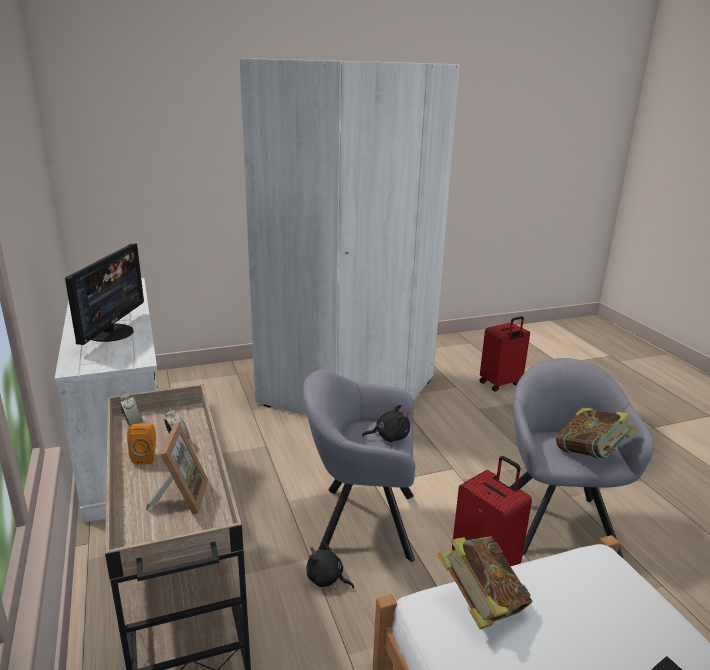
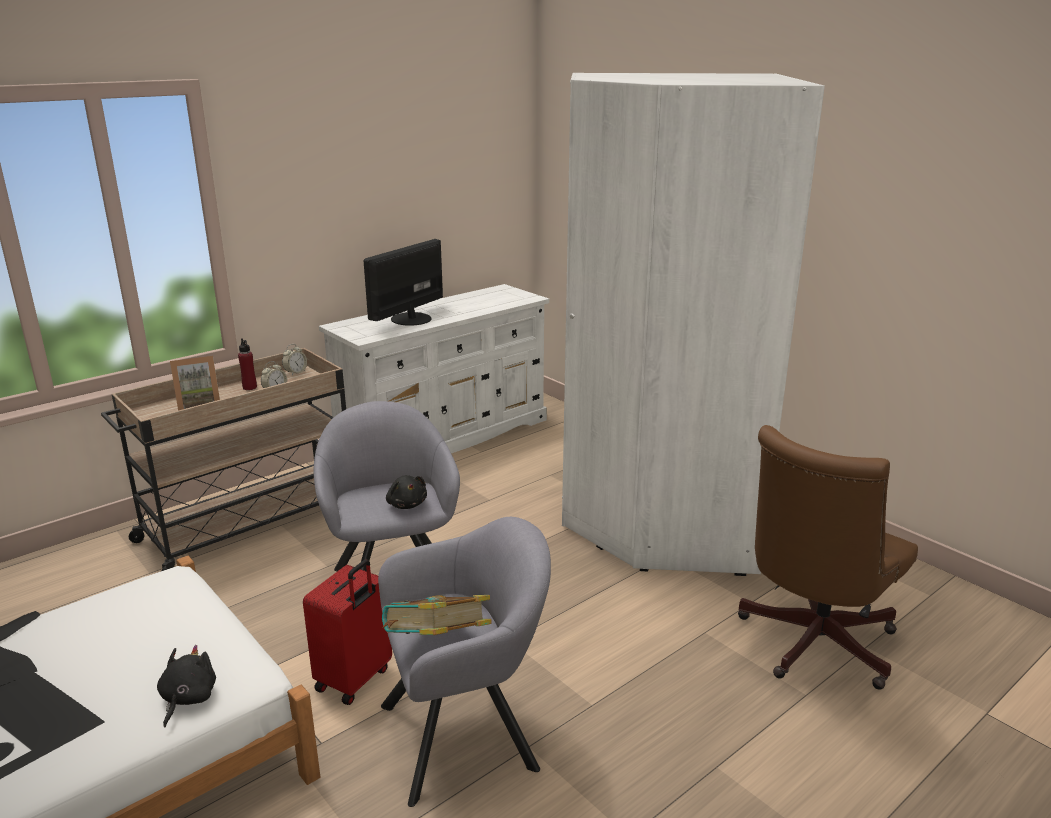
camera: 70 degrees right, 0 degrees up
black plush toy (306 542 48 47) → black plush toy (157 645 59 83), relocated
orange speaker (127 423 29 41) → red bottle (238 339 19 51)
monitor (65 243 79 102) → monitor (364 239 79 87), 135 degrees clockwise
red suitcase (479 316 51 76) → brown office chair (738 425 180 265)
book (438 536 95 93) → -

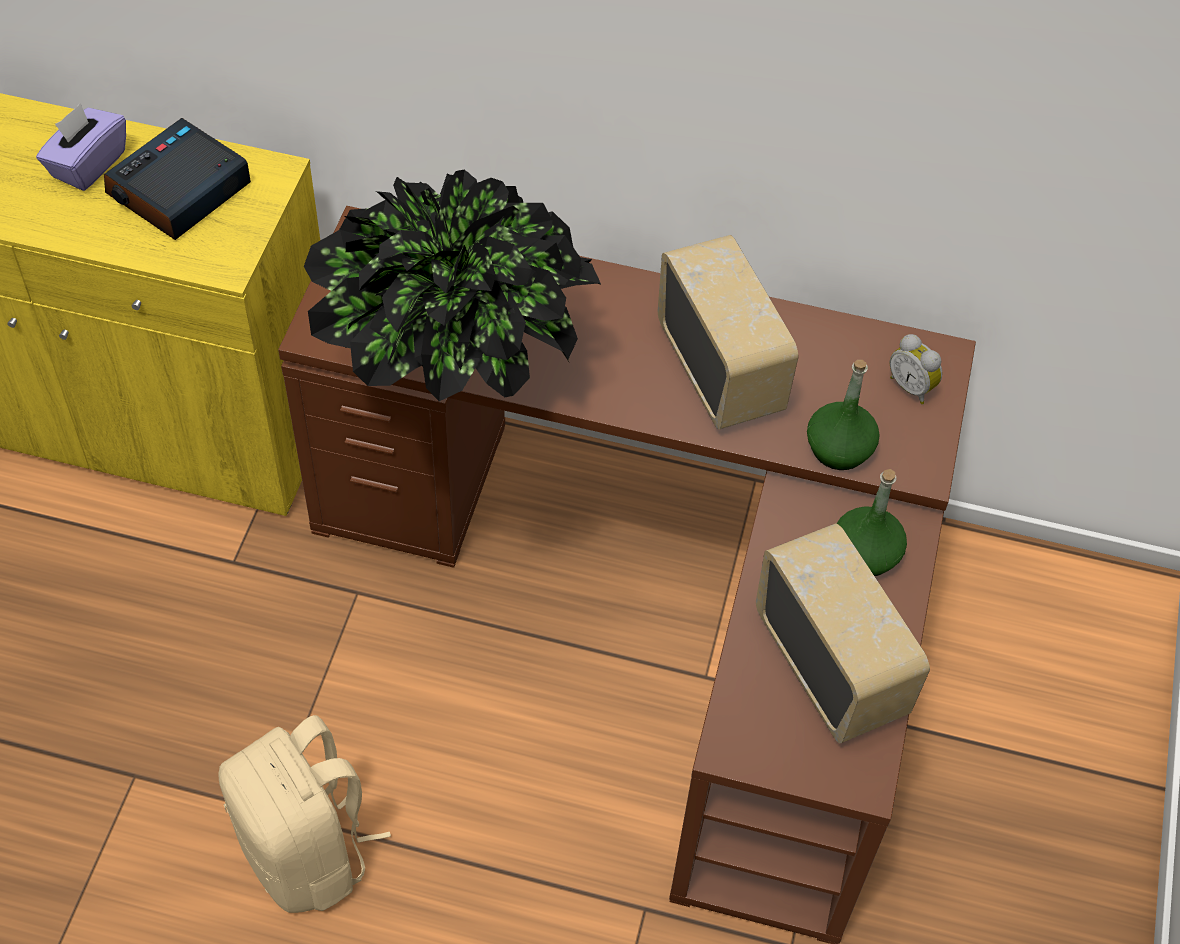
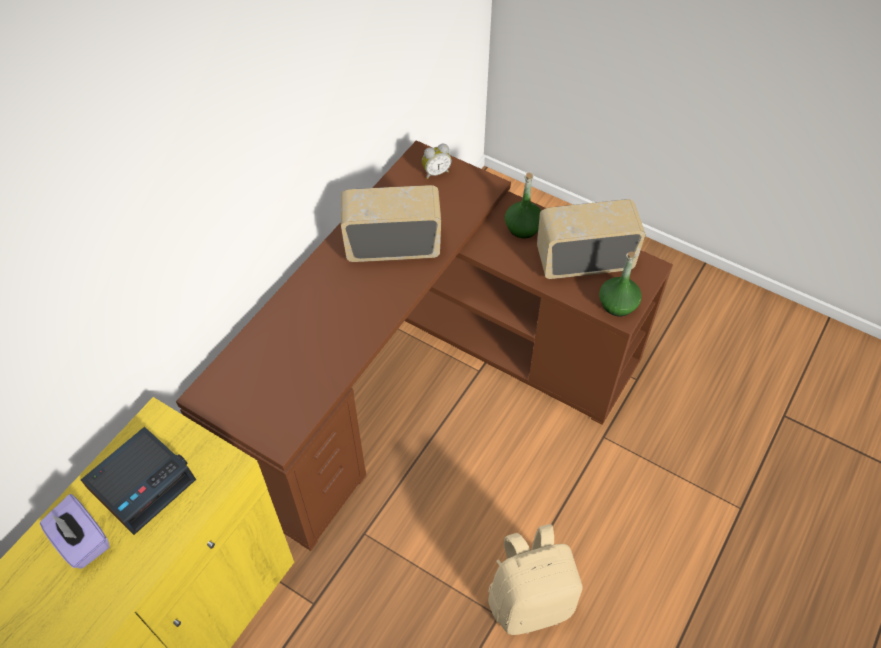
camera: 70 degrees left, 0 degrees up
alarm clock (104 118 147 122) → alarm clock (81 427 115 108), 105 degrees counterclockwise
green bottle (807 360 73 110) → green bottle (599 251 43 65), relocated
potted plant (304 169 297 232) → -

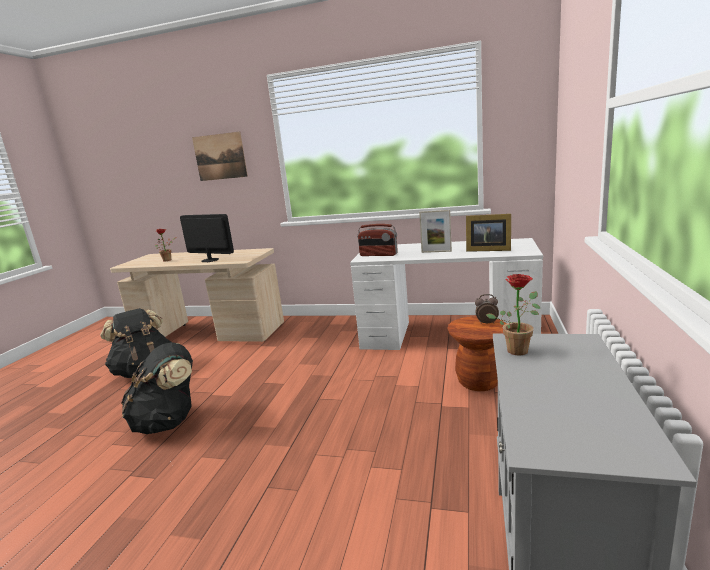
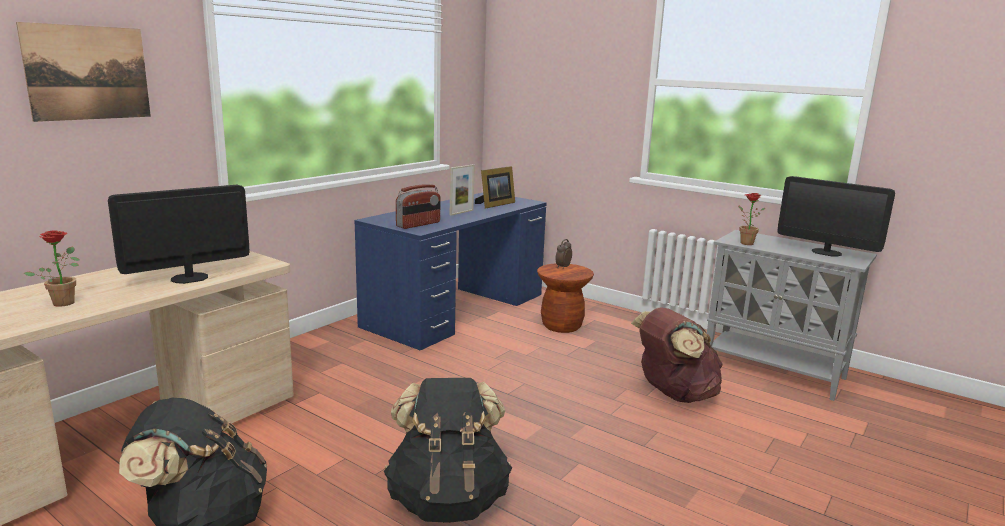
camera: 70 degrees left, 0 degrees up
white desk (350 238 193 112) → blue desk (354 193 193 157)
- → brown backpack (631 308 92 95)
- → monitor (777 176 118 80)

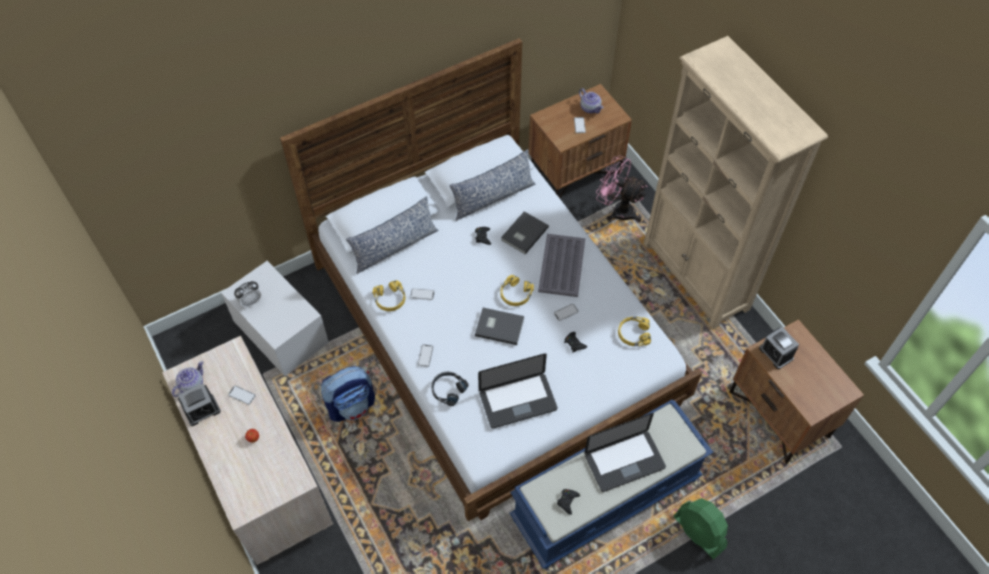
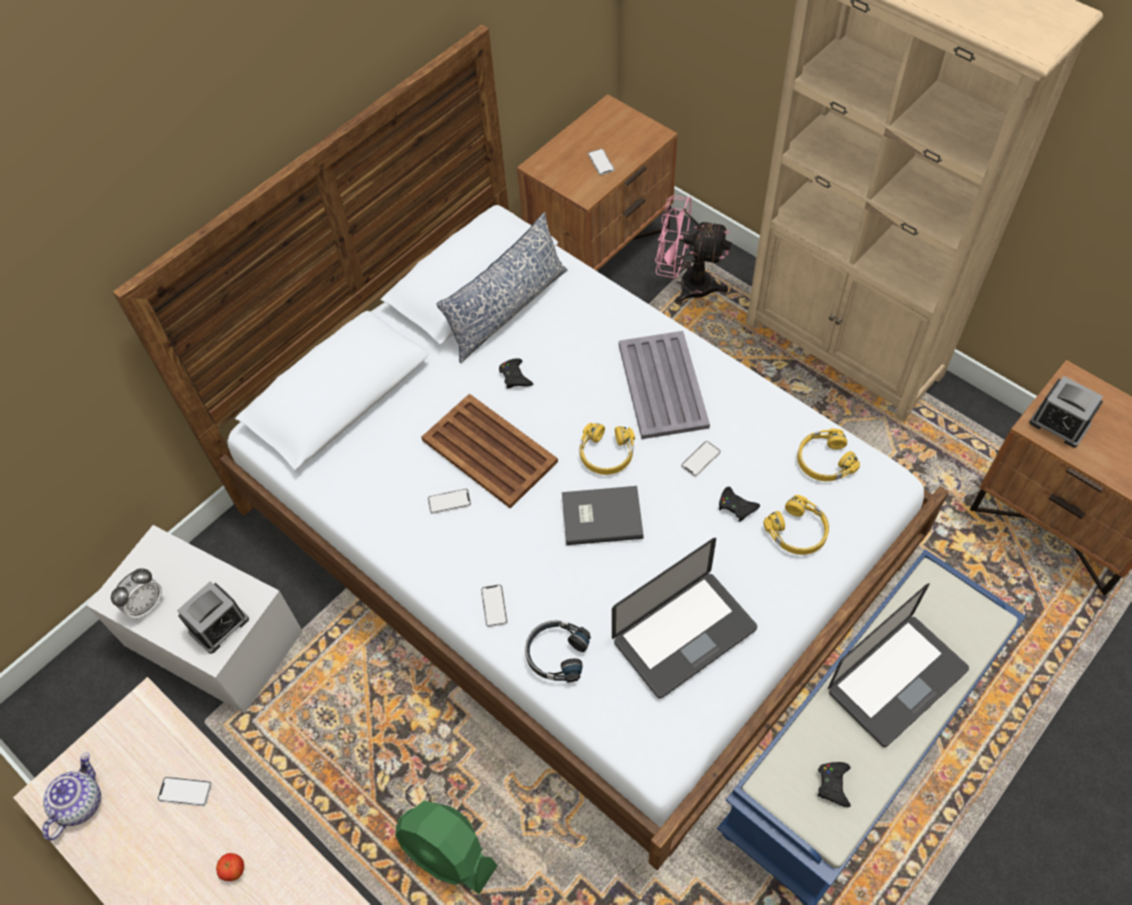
camera: 15 degrees left, 0 degrees up
alarm clock (178 383 43 43) → alarm clock (177 581 72 73), relocated
green fan (673 498 55 61) → green fan (395 801 103 93), relocated
- → brown tray (421 394 137 114)
yellow headphones (373 280 32 31) → yellow headphones (763 495 66 60), relocated
backpack (321 366 54 56) → -
pillow (346 196 92 78) → -
grey book (501 211 48 43) → -
teapot (579 88 25 25) → -

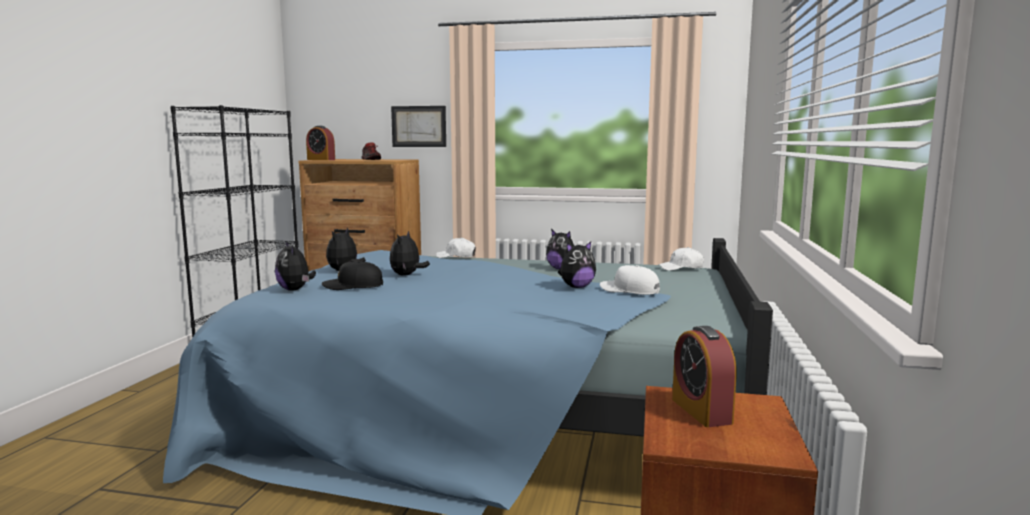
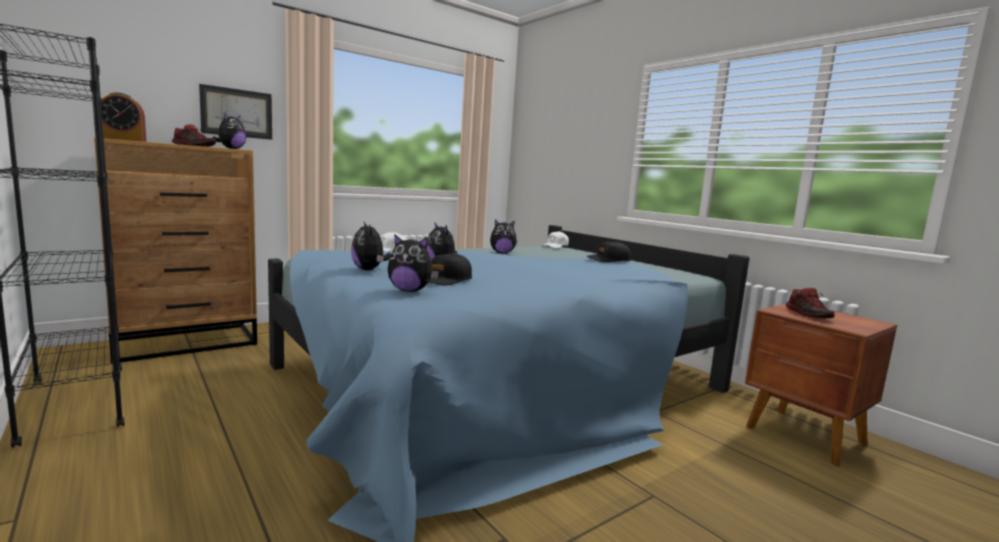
camera: 50 degrees left, 0 degrees up
plush toy (558 241 38 47) → plush toy (213 113 33 36), relocated
white cap (600 265 60 30) → black cap (586 241 46 21)
alarm clock (672 326 65 101) → shoe (786 288 49 30)

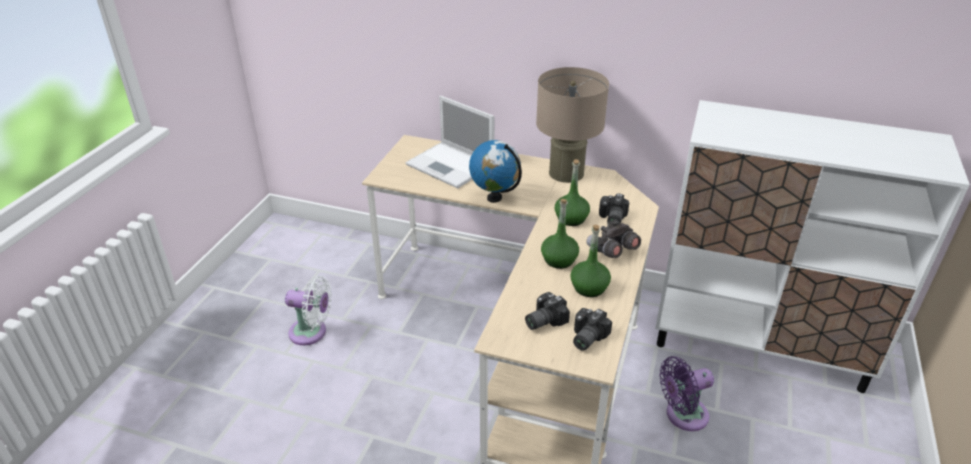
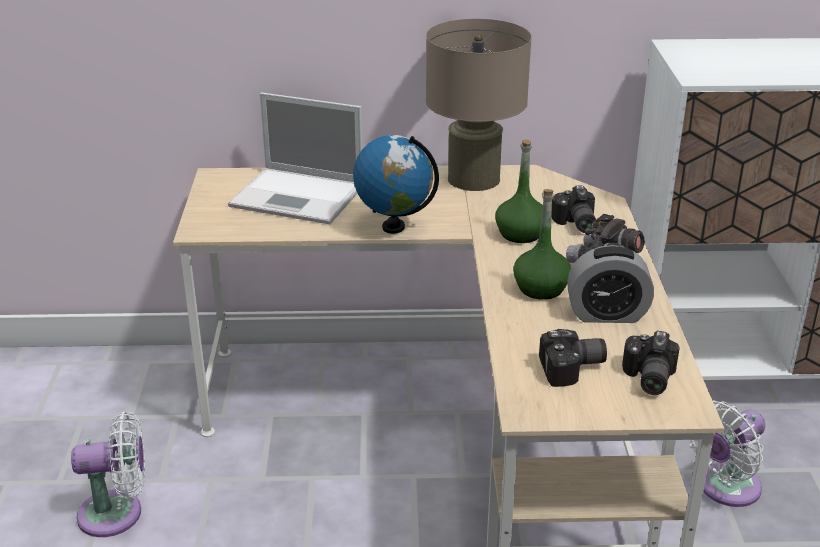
camera: 20 degrees left, 5 degrees down
photo camera (525 292 45 38) → photo camera (539 329 68 58), 135 degrees counterclockwise
green bottle (570 225 41 72) → alarm clock (567 245 87 78)
purple fan (659 356 55 75) → white fan (689 400 76 107)

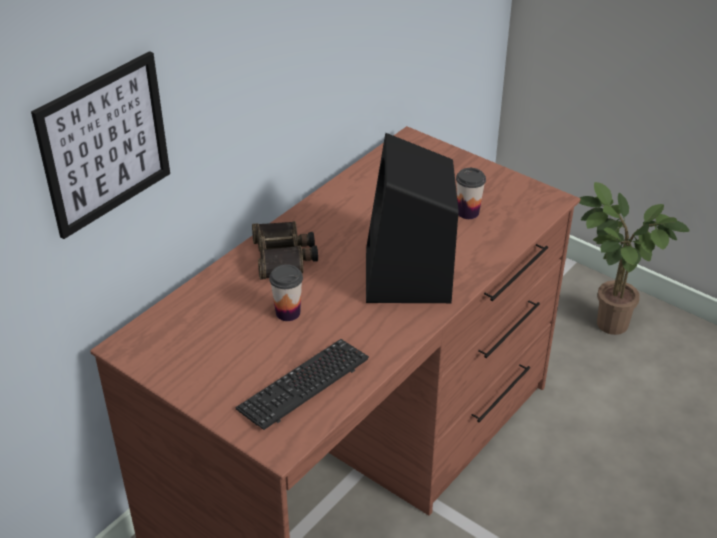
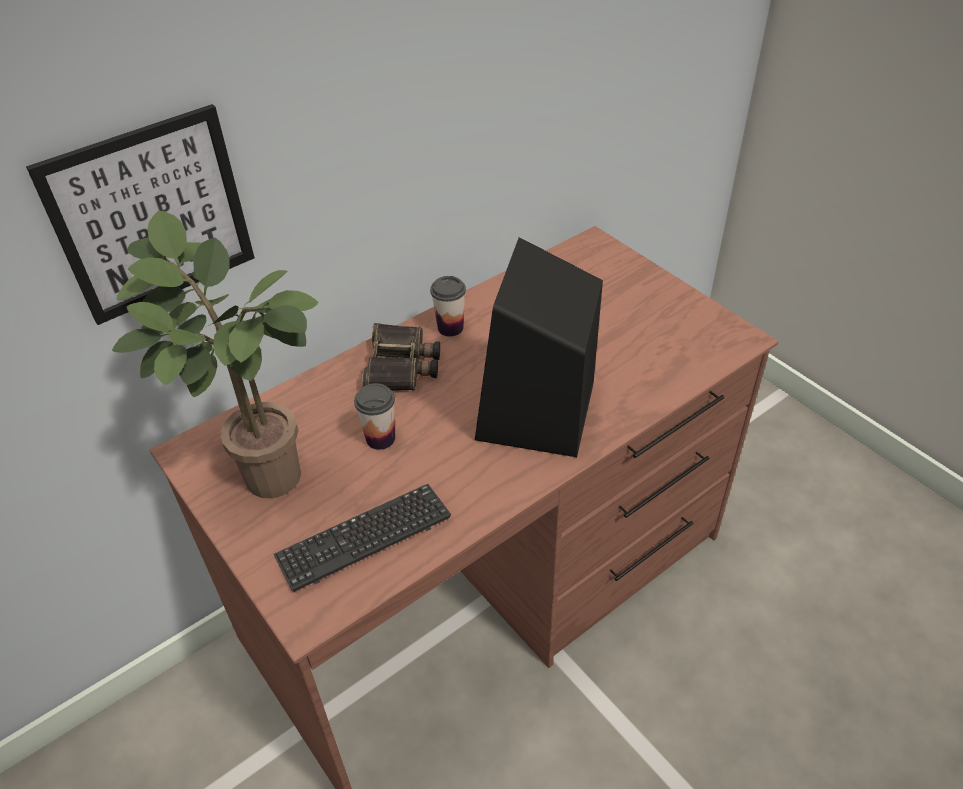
camera: 15 degrees right, 5 degrees up
potted plant (579 182 111 153) → potted plant (112 211 206 287), relocated
cup (456 168 30 51) → cup (430 276 36 61), relocated

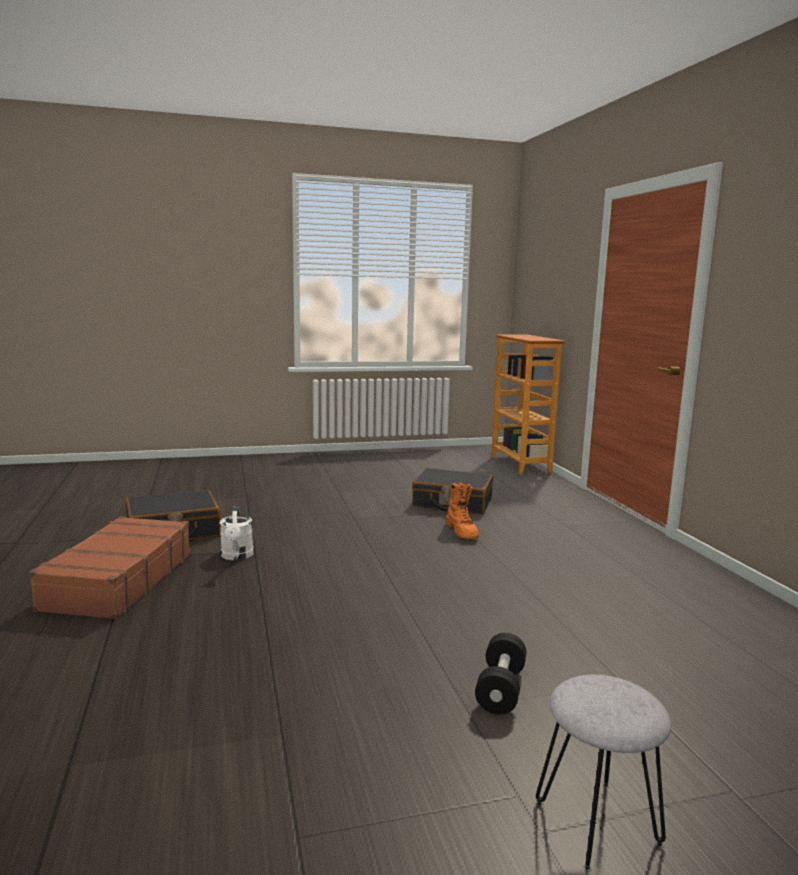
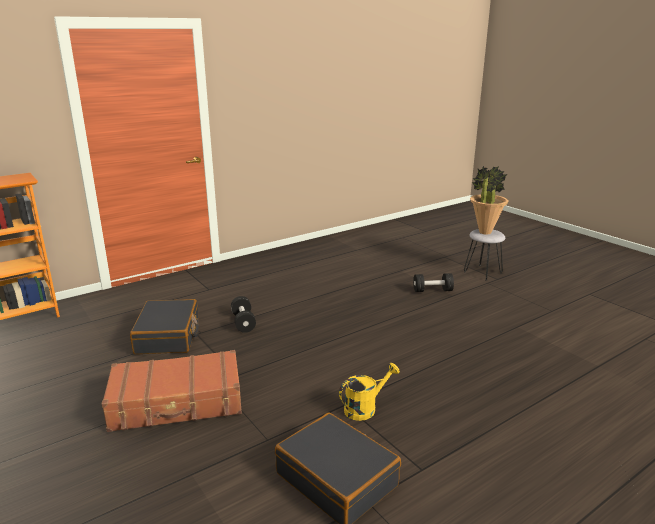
camera: 110 degrees left, 10 degrees up
brown suitcase (29 516 162 103) → brown suitcase (102 350 140 82), relocated
orange boot (446 482 33 57) → black dumbbell (231 296 25 37)
white watering can (220 506 34 54) → yellow watering can (339 363 61 58)
- → potted plant (470 166 38 68)

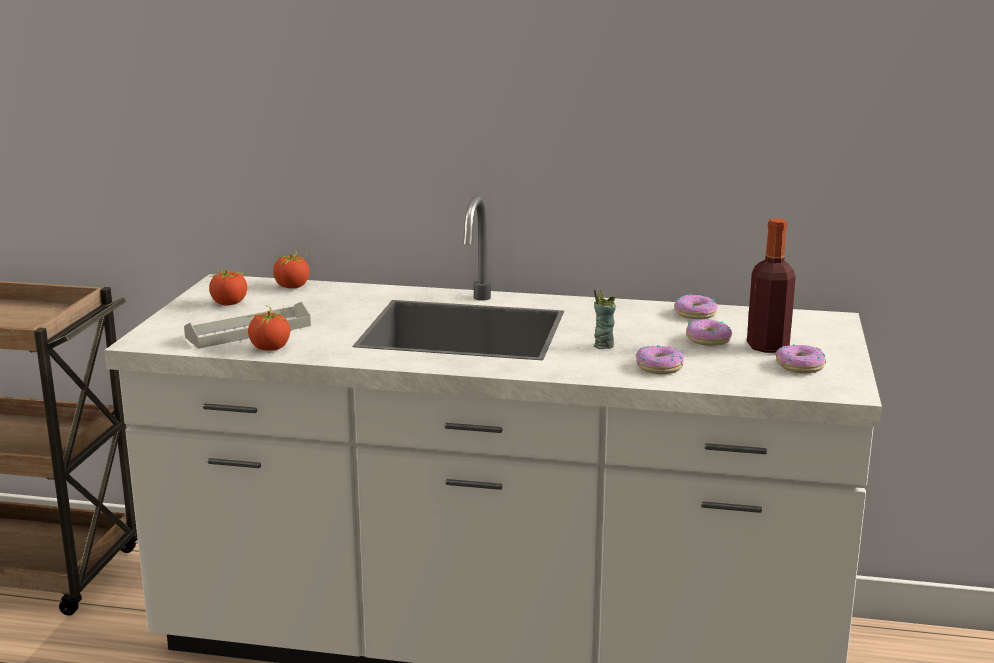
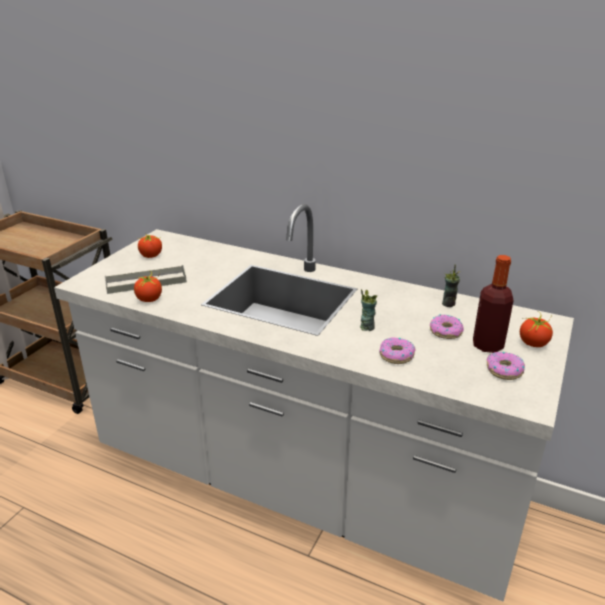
camera: 15 degrees right, 10 degrees up
donut (674 294 43 25) → cup (442 264 18 43)
tomato (273 250 36 38) → tomato (520 313 33 34), relocated

